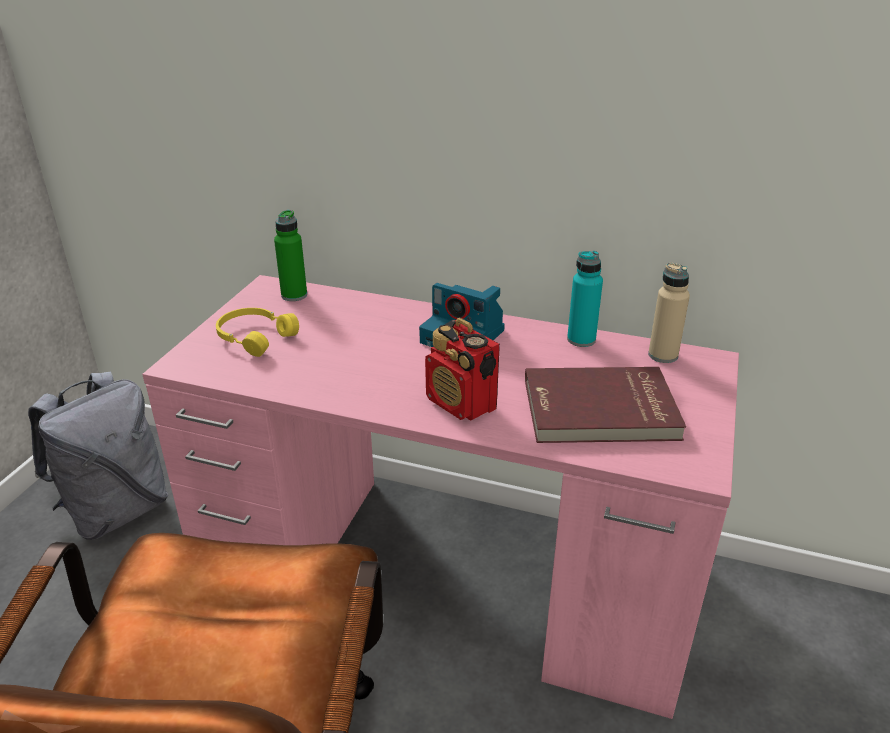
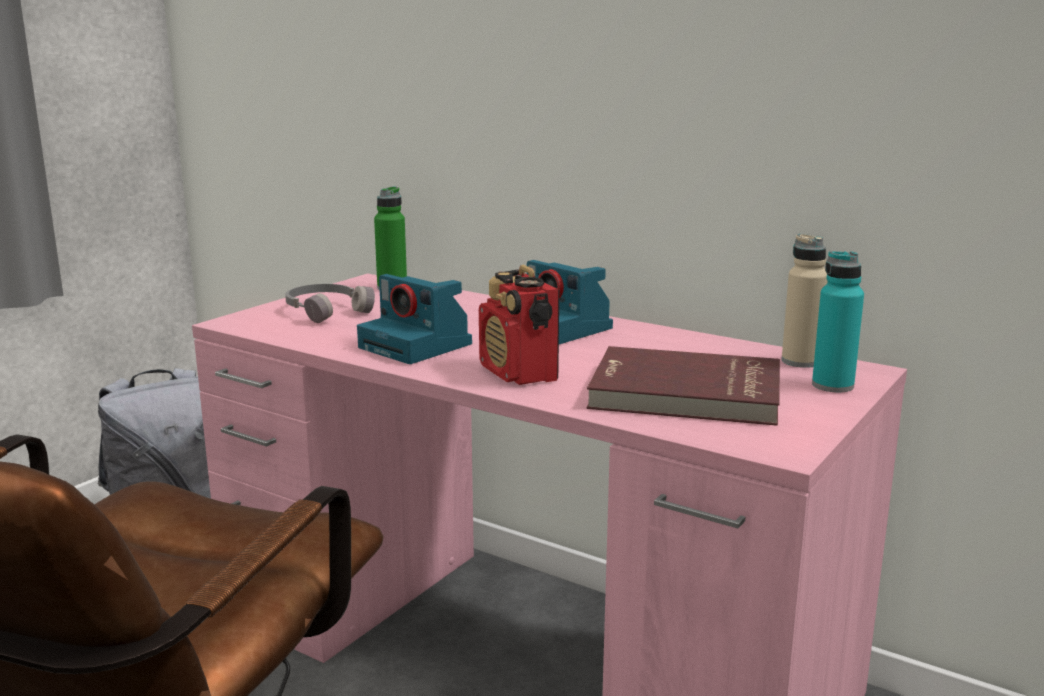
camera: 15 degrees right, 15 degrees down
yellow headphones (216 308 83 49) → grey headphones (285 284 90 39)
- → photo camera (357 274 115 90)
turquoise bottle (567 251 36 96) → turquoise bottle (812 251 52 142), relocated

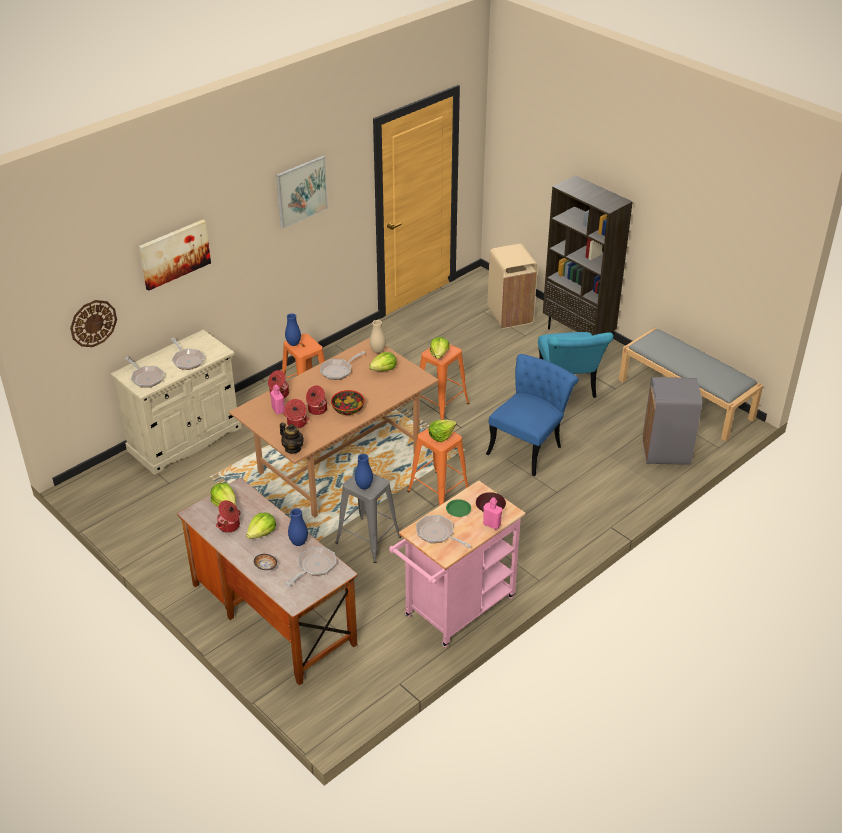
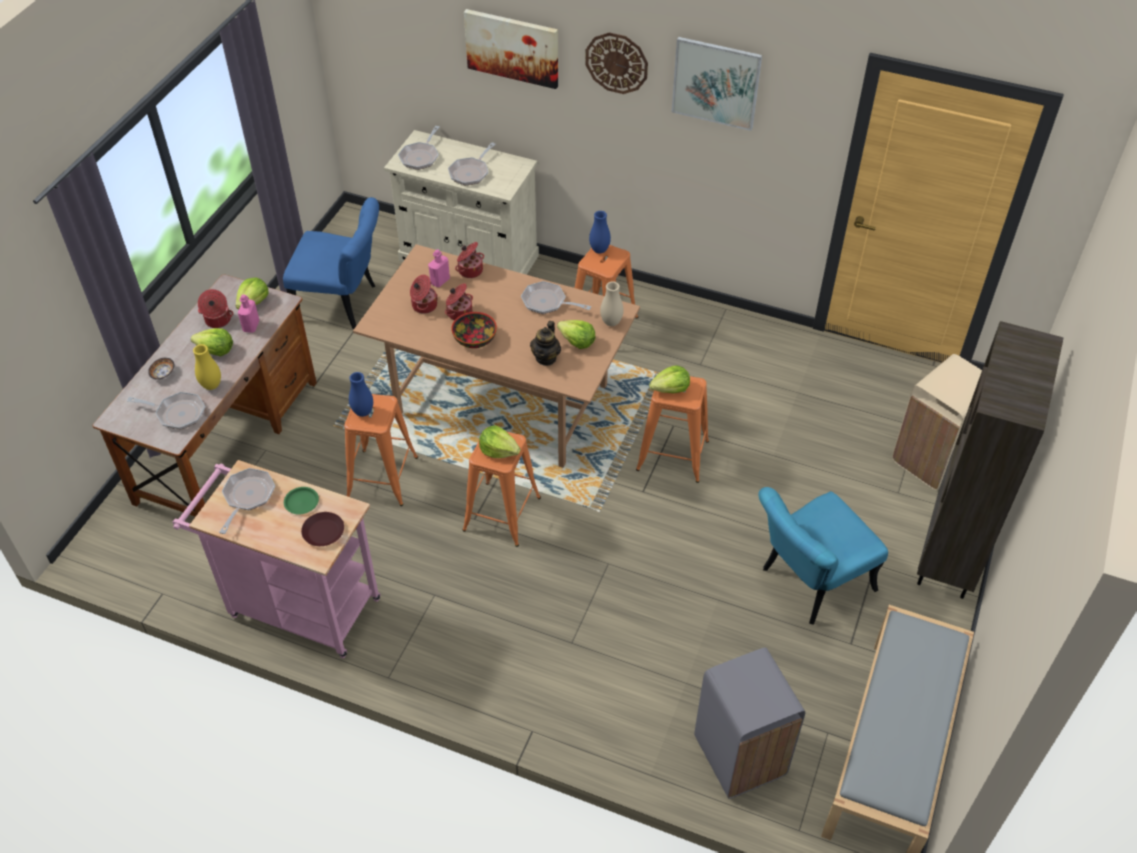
camera: 65 degrees right, 10 degrees up
blue vase (288 508 20 38) → yellow vase (193 344 28 46)
pink bottle (483 497 19 33) → pink bottle (238 294 21 39), relocated
blue chair (486 354 93 122) → blue chair (283 197 96 132), relocated
grey stool (335 473 66 90) → orange stool (344 394 74 112)
teapot (280 422 24 32) → teapot (530 321 31 45), relocated
wall clock (70 300 47 47) → wall clock (585 32 63 62), relocated

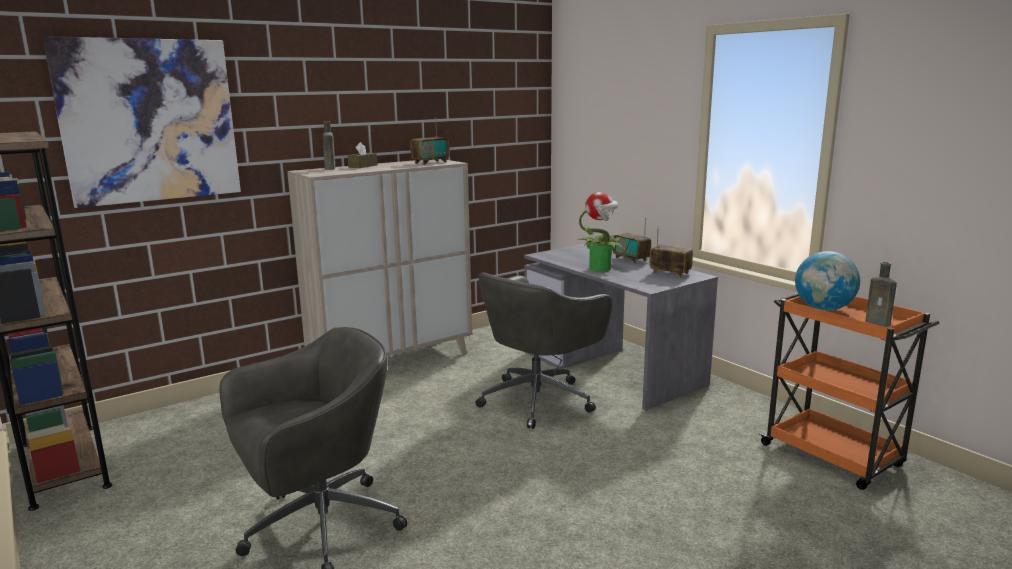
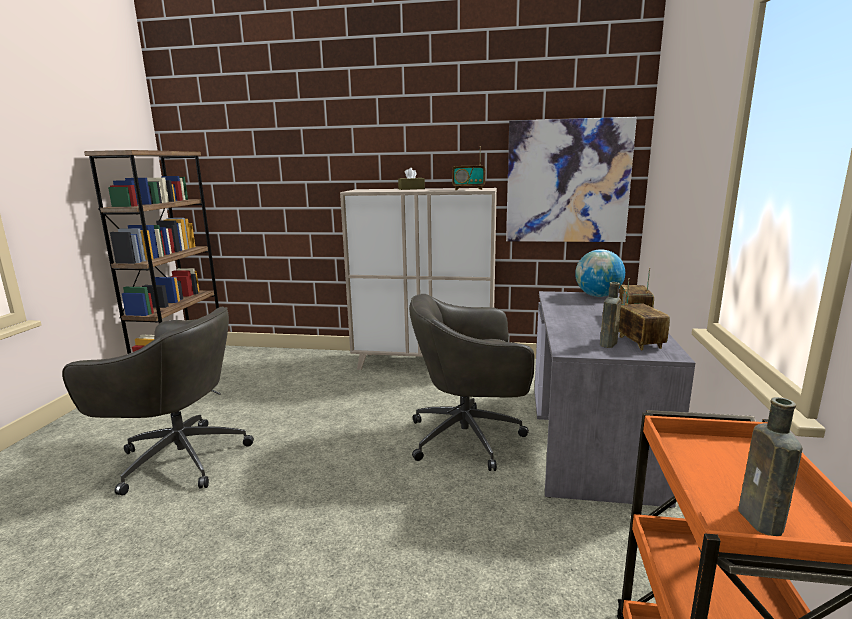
camera: 45 degrees right, 0 degrees up
picture (43 36 198 172) → picture (506 117 131 125), relocated
globe (795 251 65 60) → globe (575 249 50 48), relocated
brown bottle (323 121 12 49) → brown bottle (600 282 22 66), relocated
potted plant (577 192 48 79) → -

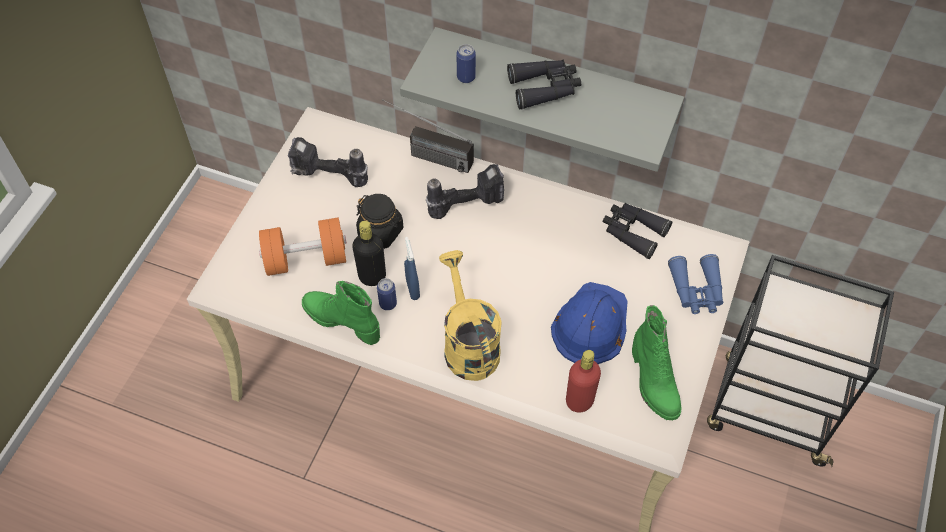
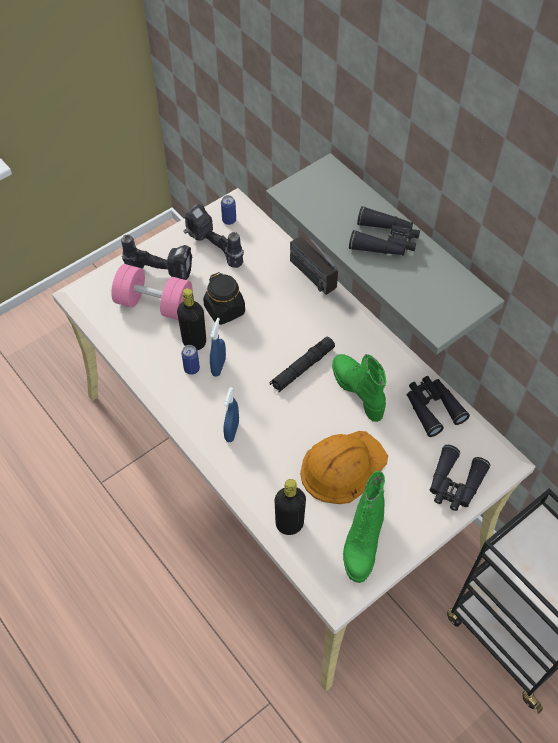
camera: 30 degrees right, 0 degrees up
orange dumbbell (259 217 88 59) → pink dumbbell (111 264 81 56)
power drill (426 164 78 55) → power drill (121 235 72 45), relocated
can (456 44 20 39) → can (221 195 15 30), relocated
yellow watering can (439 250 63 131) → blue spray bottle (223 387 16 55)
- → black flashlight (270 337 65 55)
red bottle (566 350 35 62) → black bottle (275 479 31 56)
blue hard hat (551 282 77 82) → orange hard hat (300 431 88 73)
green boot (302 281 78 64) → green boot (332 354 54 68), relocated
blue binoculars (668 254 56 60) → black binoculars (429 445 61 66)

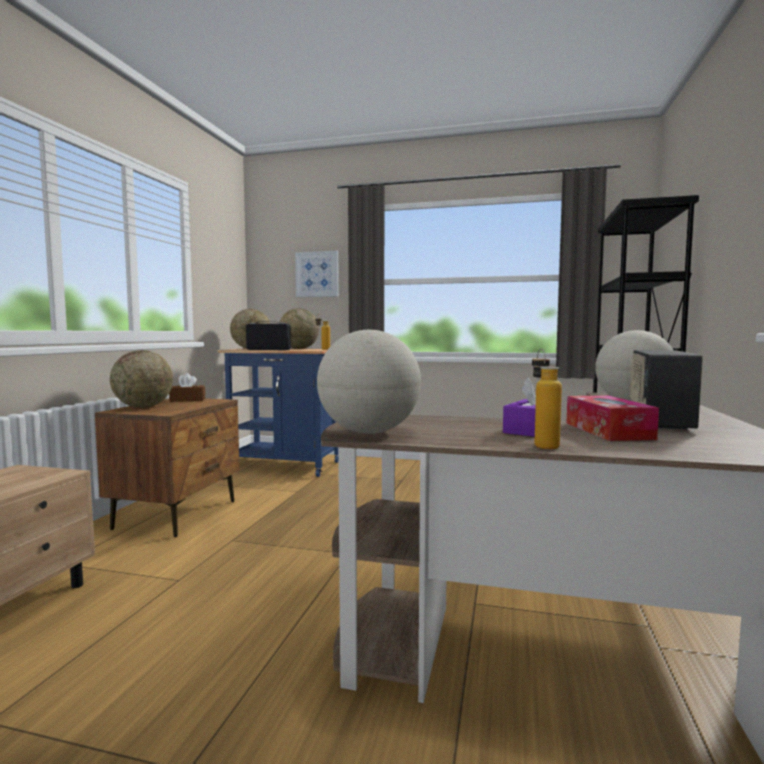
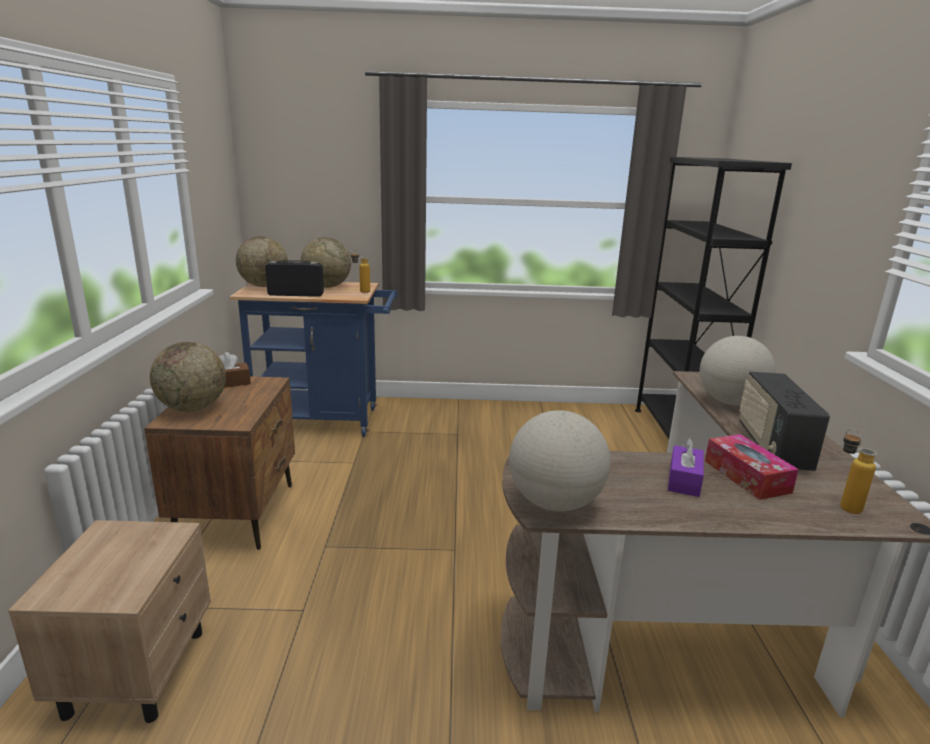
camera: 15 degrees left, 15 degrees up
bottle (532 349 30 100) → bottle (840 429 37 85), relocated
picture (295 251 44 46) → -

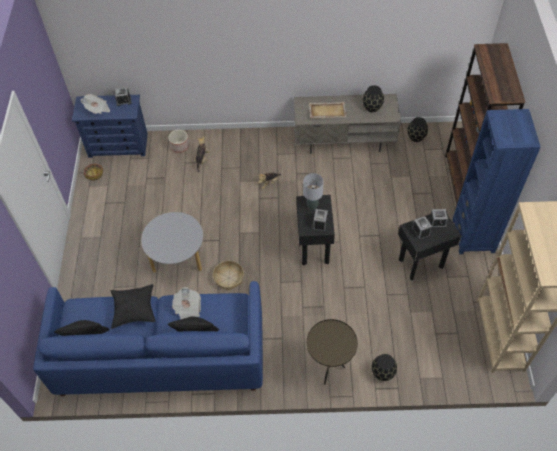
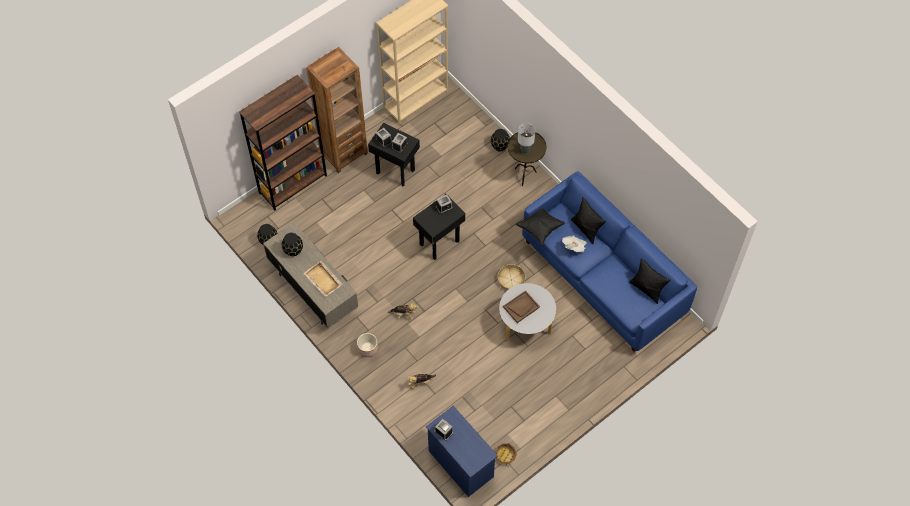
camera: 130 degrees left, 5 degrees up
blue bookcase (452 109 89 145) → brown bookcase (306 47 62 126)
planter (168 130 21 23) → planter (357 333 21 24), relocated
- → brown tray (503 290 37 33)
black pillow (111 284 45 45) → black pillow (515 209 50 36), relocated
grey table lamp (303 173 21 37) → grey table lamp (518 123 17 31), relocated
newspaper (81 94 29 20) → -

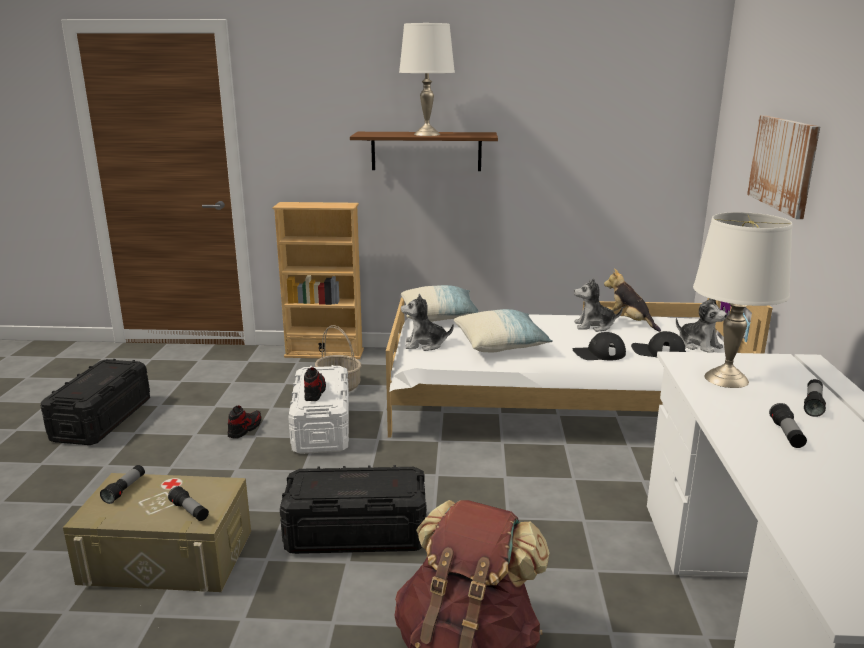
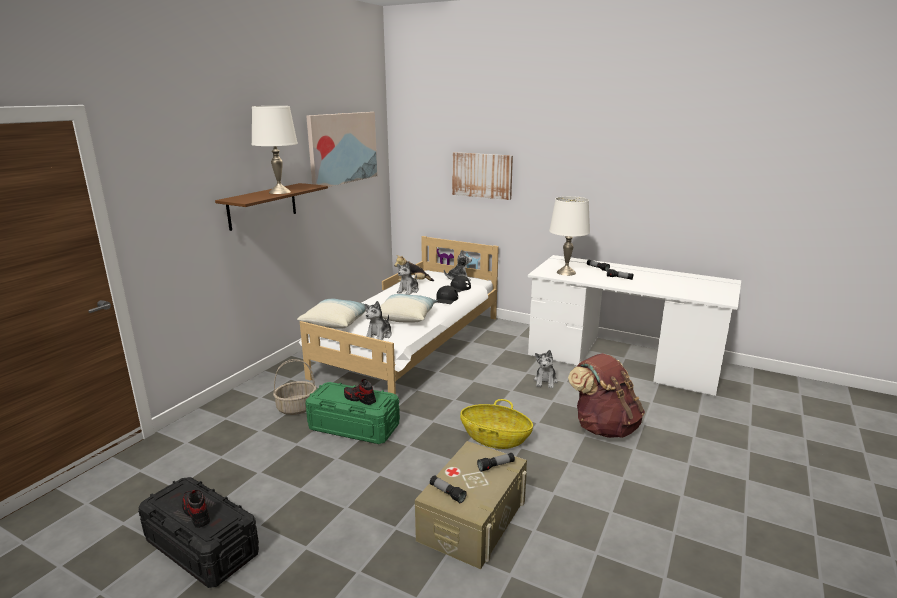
camera: 65 degrees left, 0 degrees up
shoe (228 405 33 34) → shoe (182 490 28 38), relocated
white storage box (288 365 61 89) → green storage box (305 382 95 62)
- → picture (306 112 72 75)
black storage box (280 465 147 89) → basket (460 399 73 50)
- → plush toy (534 350 23 38)
beige bookcase (272 202 92 157) → -

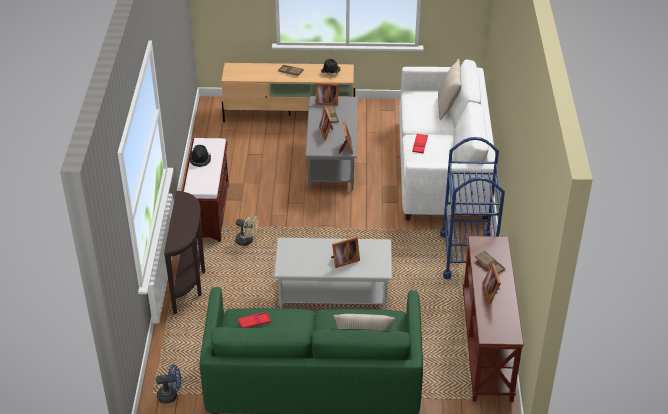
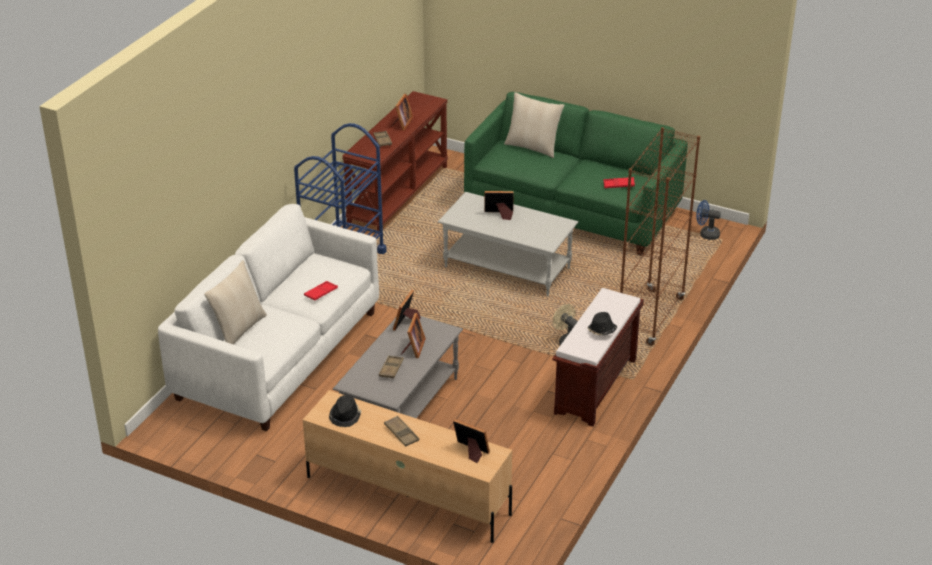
camera: 155 degrees left, 5 degrees down
picture frame (315 83 24 23) → picture frame (453 419 37 44), relocated
brown console table (164 191 41 123) → brown bookcase (620 127 80 218)

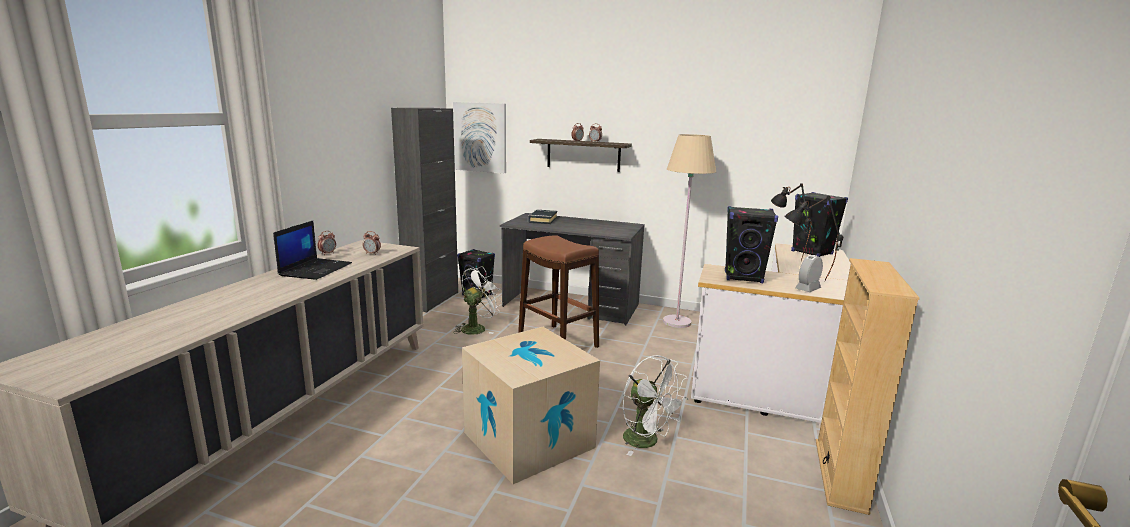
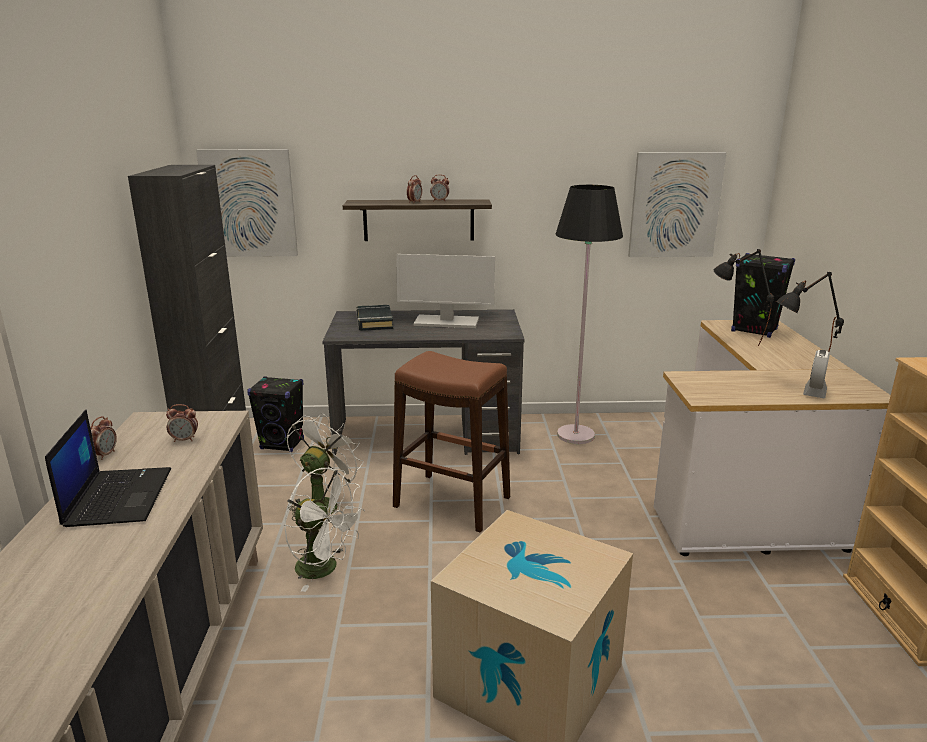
camera: 20 degrees left, 5 degrees up
white fan (623 355 65 101) → white fan (284 468 81 124), relocated
- → monitor (396 254 99 74)
beige floor lamp (663 134 53 194) → black floor lamp (556 185 67 259)
- → picture (628 152 99 105)
black speaker (725 206 53 77) → -

